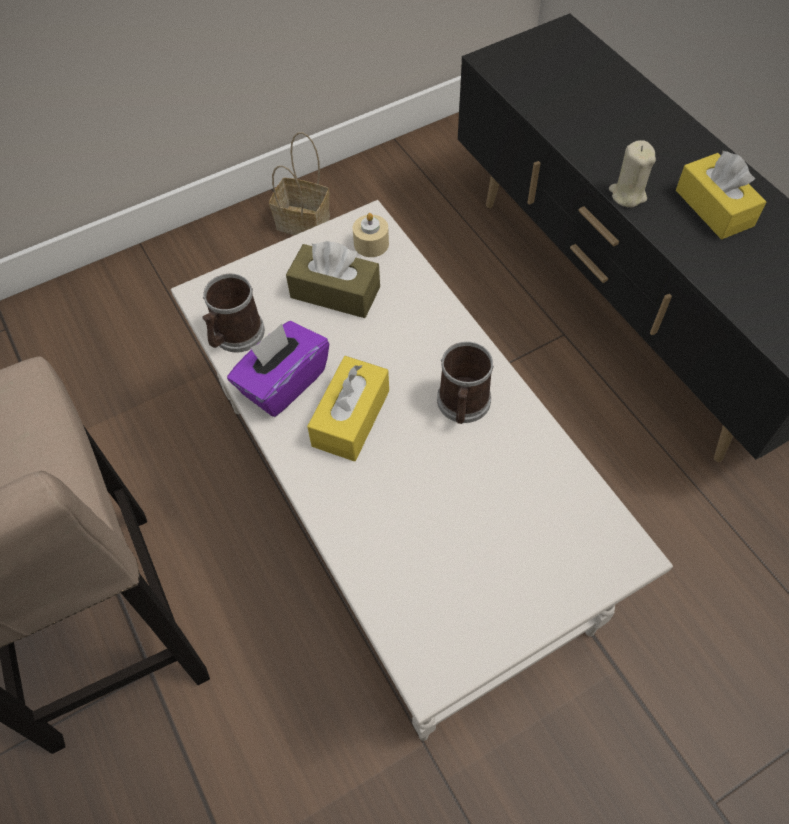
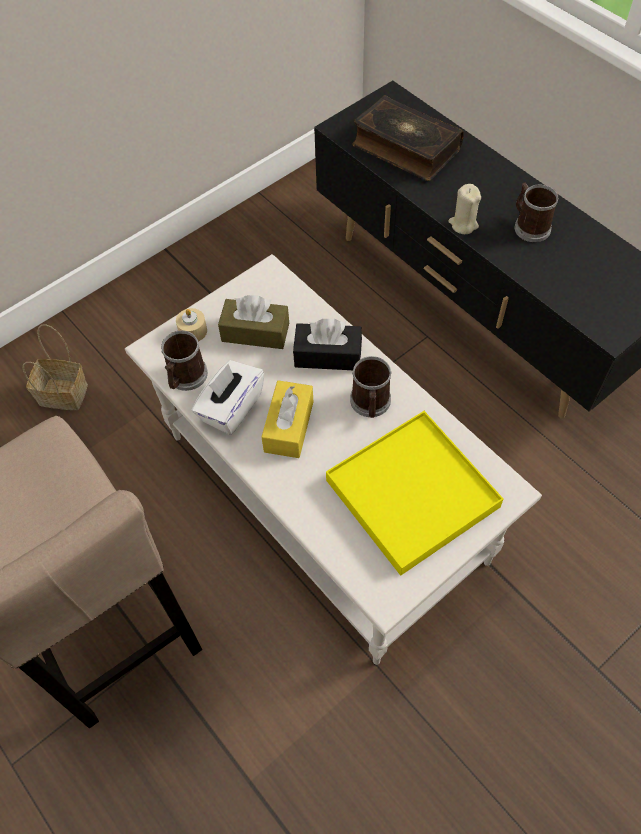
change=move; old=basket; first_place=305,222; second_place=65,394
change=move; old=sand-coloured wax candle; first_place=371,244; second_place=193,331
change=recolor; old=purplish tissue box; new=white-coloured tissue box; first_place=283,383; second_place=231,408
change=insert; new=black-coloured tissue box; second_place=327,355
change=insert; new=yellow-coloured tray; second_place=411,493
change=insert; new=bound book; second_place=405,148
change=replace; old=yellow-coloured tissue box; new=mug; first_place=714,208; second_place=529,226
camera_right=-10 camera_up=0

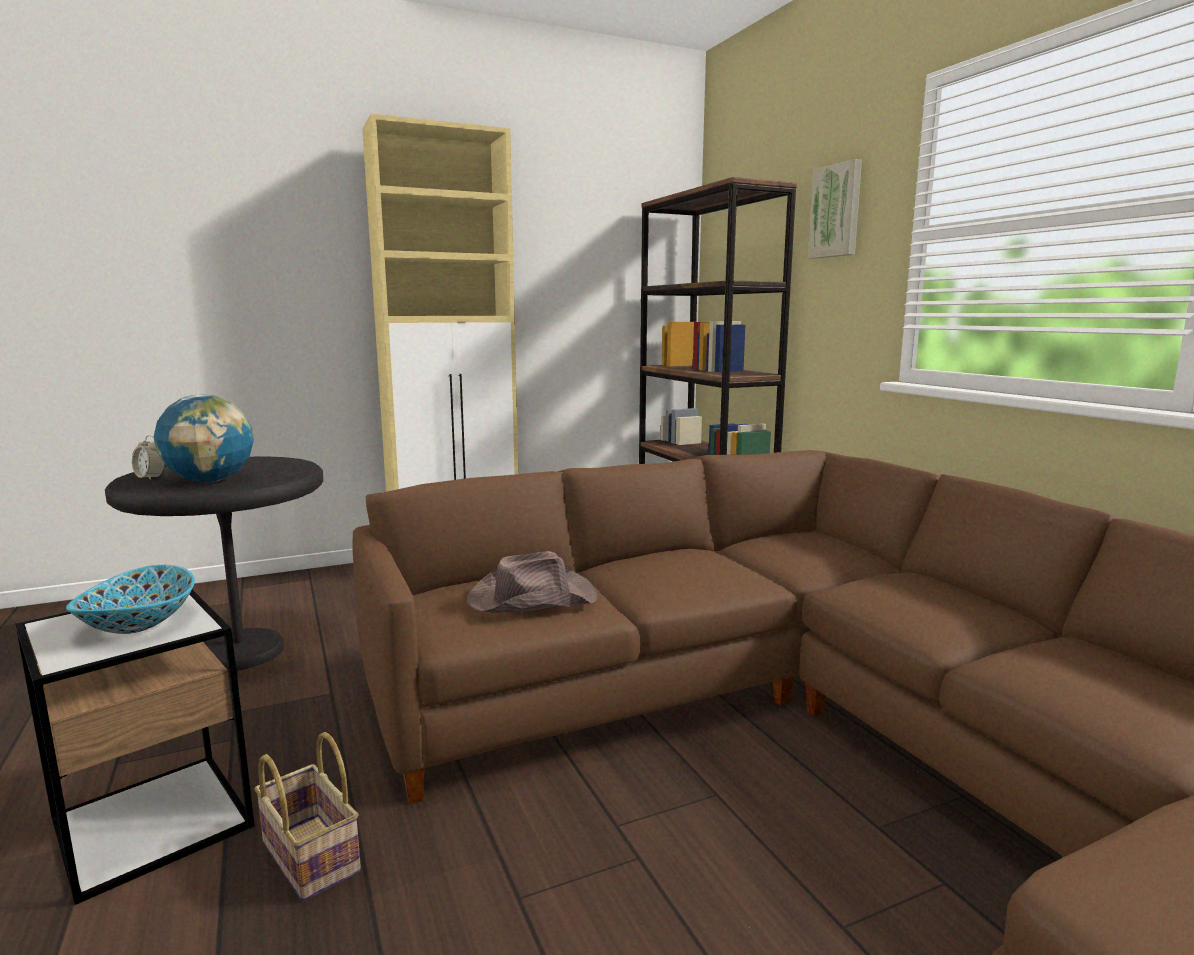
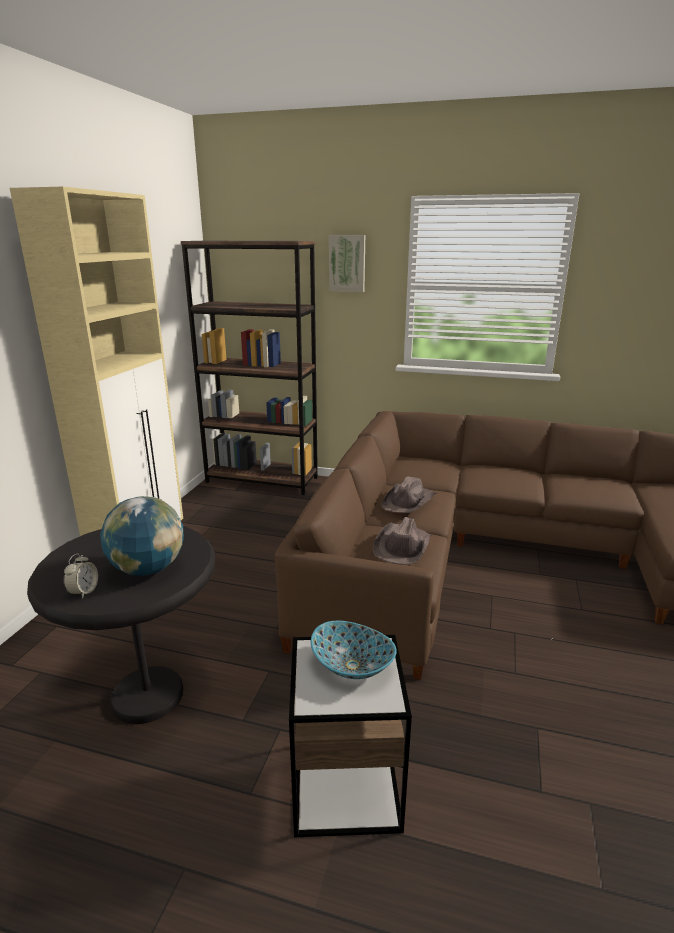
change=rotate; old=alarm clock; first_place=150,477; second_place=83,591; degrees=-60
change=insert; new=brownish wearable hat; second_place=409,501
change=delete; old=basket; first_place=307,856
camera_right=-50 camera_up=10

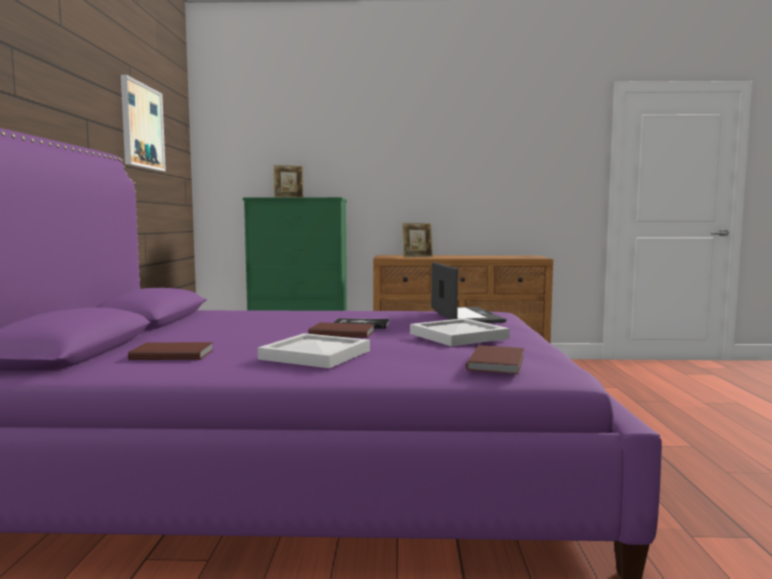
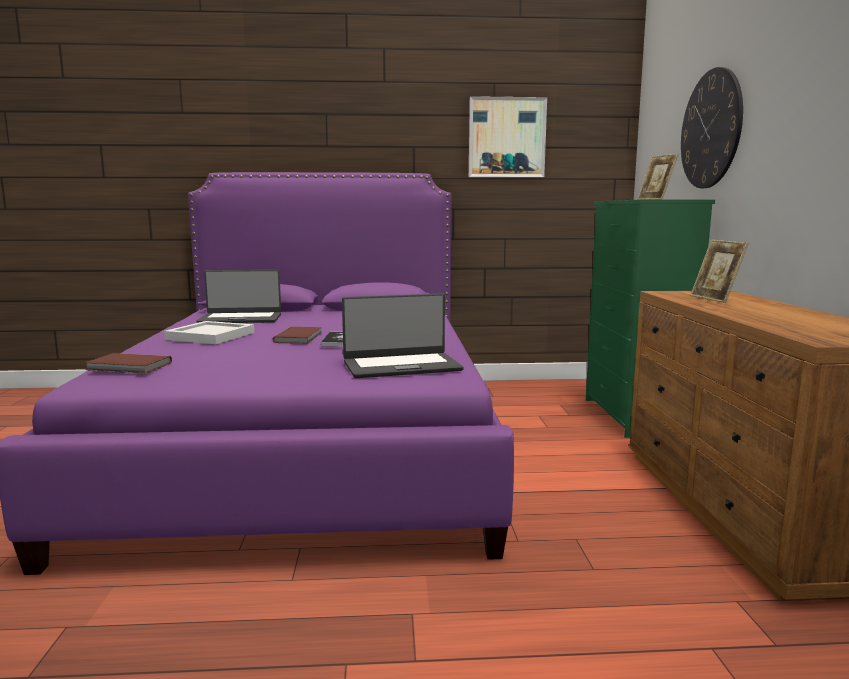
change=replace; old=brownish bound book; new=portable computer; first_place=172,354; second_place=241,318
change=insert; new=hanging clock; second_place=711,129
change=delete; old=white-coloured tray; first_place=458,336
camera_right=85 camera_up=5

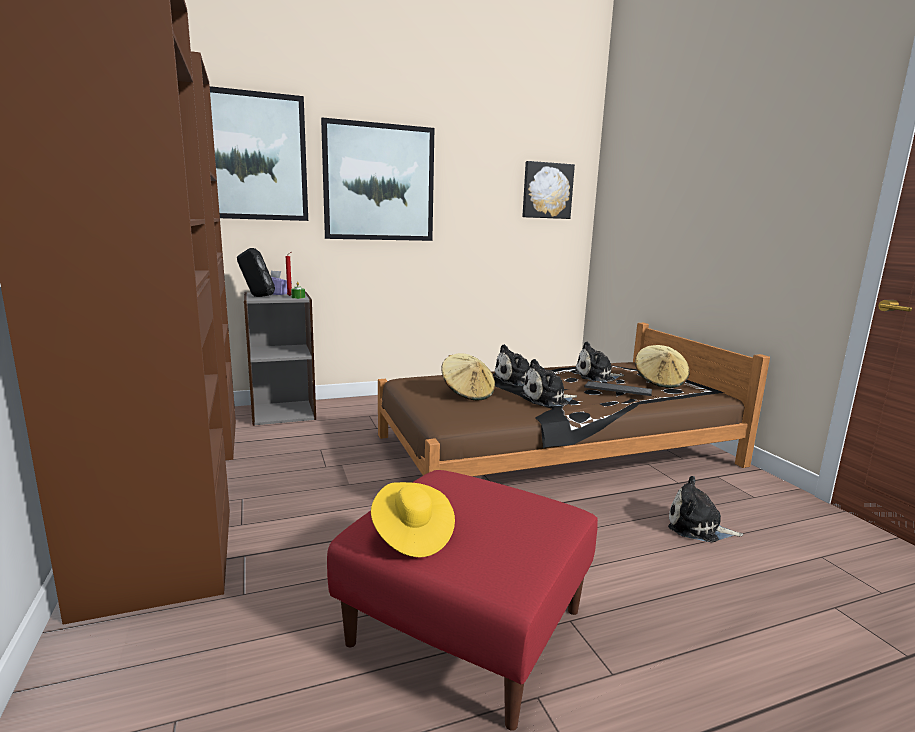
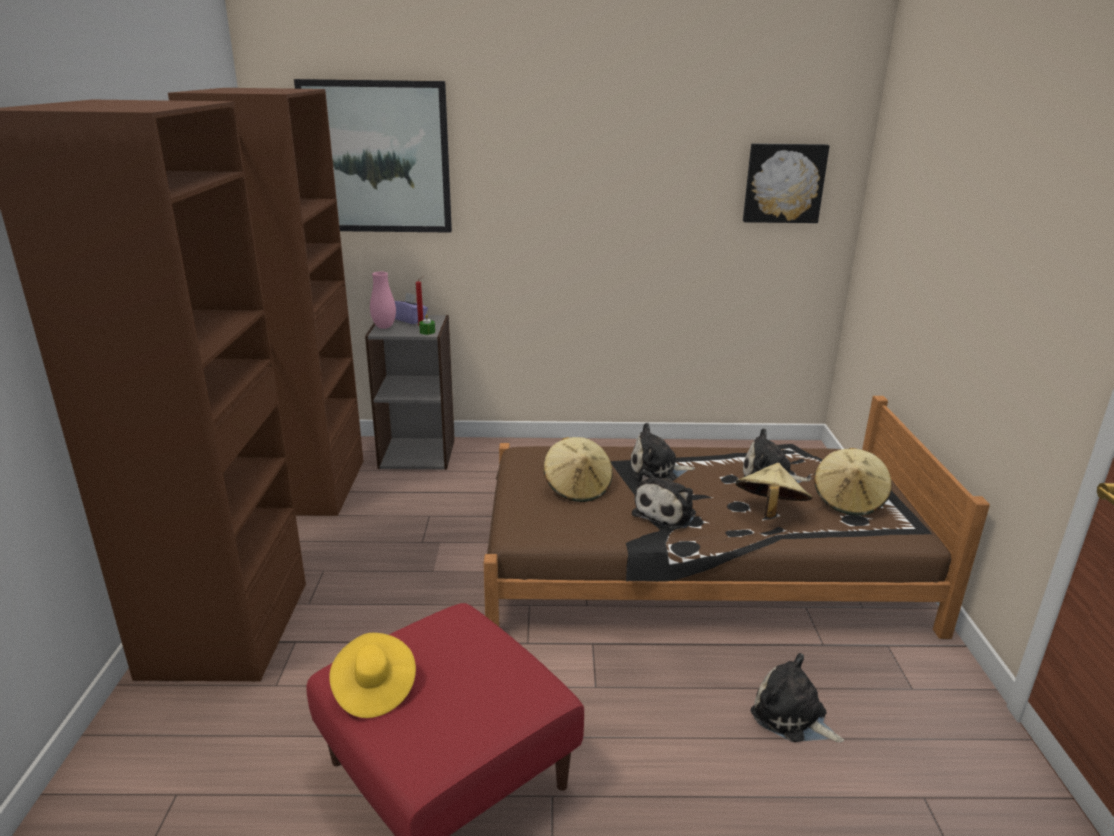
change=replace; old=black-coloured speaker; new=pinkish flower vase; first_place=256,296; second_place=384,327
change=rotate; old=soft toy; first_place=547,399; second_place=666,513; degrees=-60
change=replace; old=computer keyboard; new=sand-coloured wearable hat; first_place=617,390; second_place=769,511
change=delete; old=picture; first_place=379,183
camera_right=20 camera_up=10

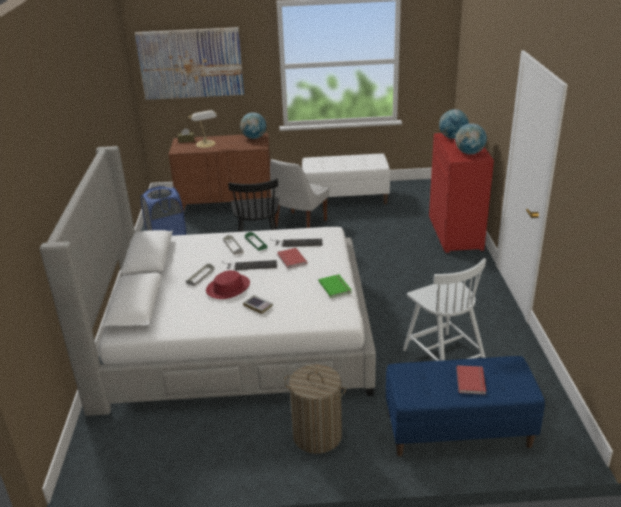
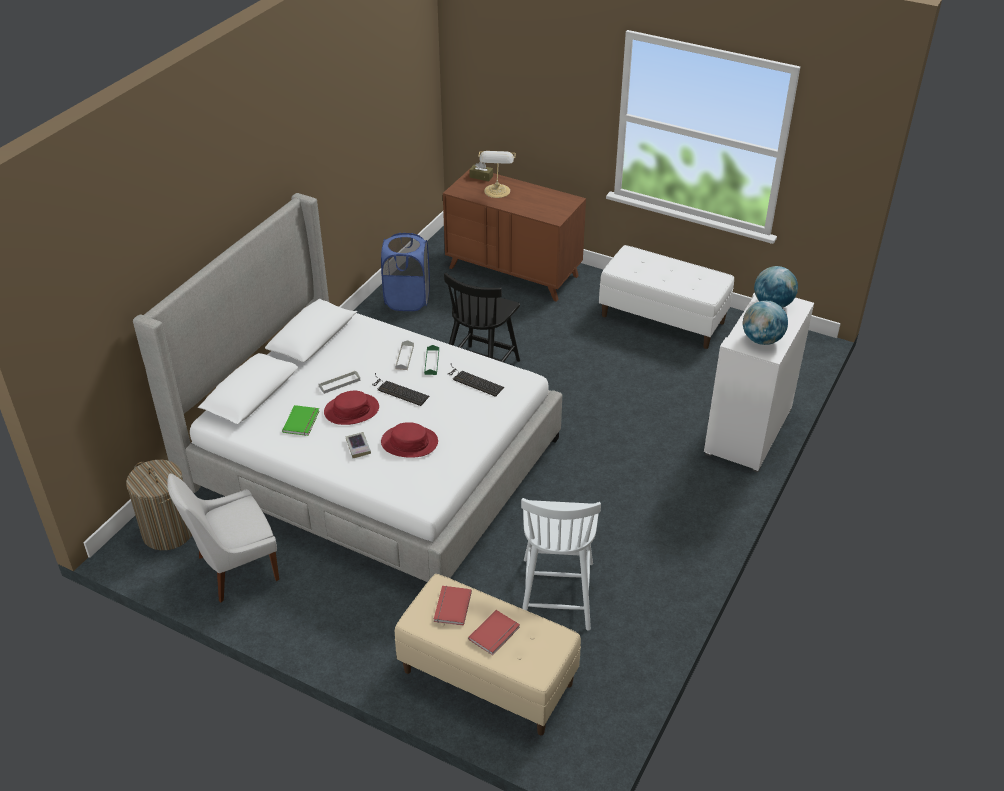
change=move; old=washing basket; first_place=317,436; second_place=168,531
change=move; old=white-coloured chair; first_place=299,224; second_place=234,569
change=move; old=green bound book; first_place=336,287; second_place=302,422
change=insert; new=reddish wearable hat; second_place=409,442
change=recolor; old=blue indoor bench; new=sand-coloured indoor bench; first_place=457,431; second_place=486,678
change=move; old=reddish bound book; first_place=291,259; second_place=451,606
change=recolor; old=reddish cupboard; new=white-coloured cupboard; first_place=456,233; second_place=749,431
change=delete; old=picture; first_place=191,63
change=delete; old=world globe; first_place=254,138
camera_right=30 camera_up=10

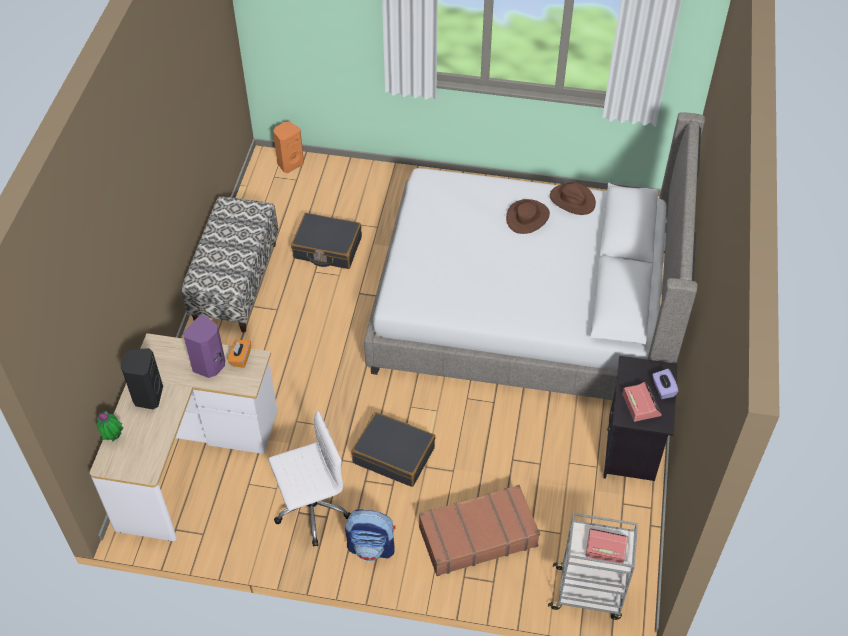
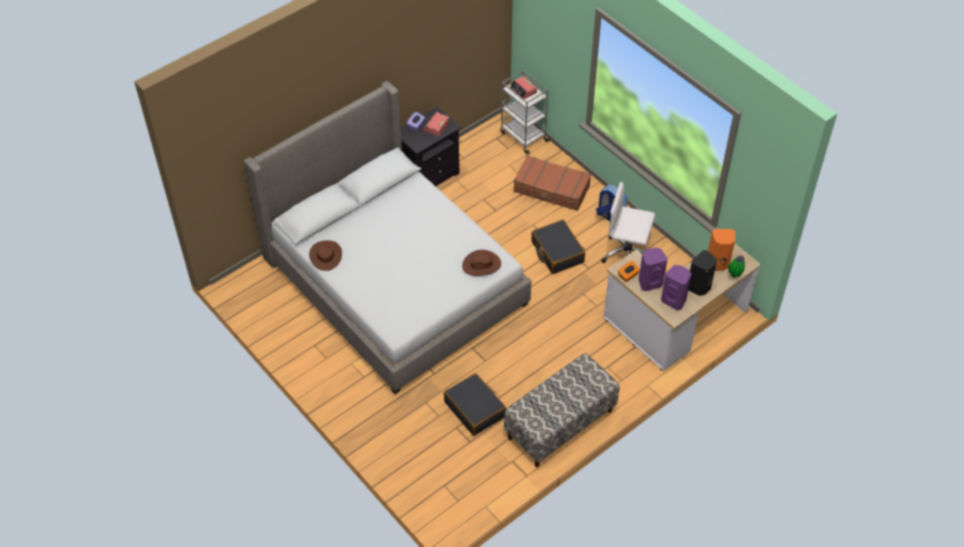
change=move; old=brownish wearable hat; first_place=527,217; second_place=481,264
change=insert; new=purplish speaker; second_place=674,300
change=move; old=orangey speaker; first_place=290,163; second_place=718,263
camera_right=-140 camera_up=0

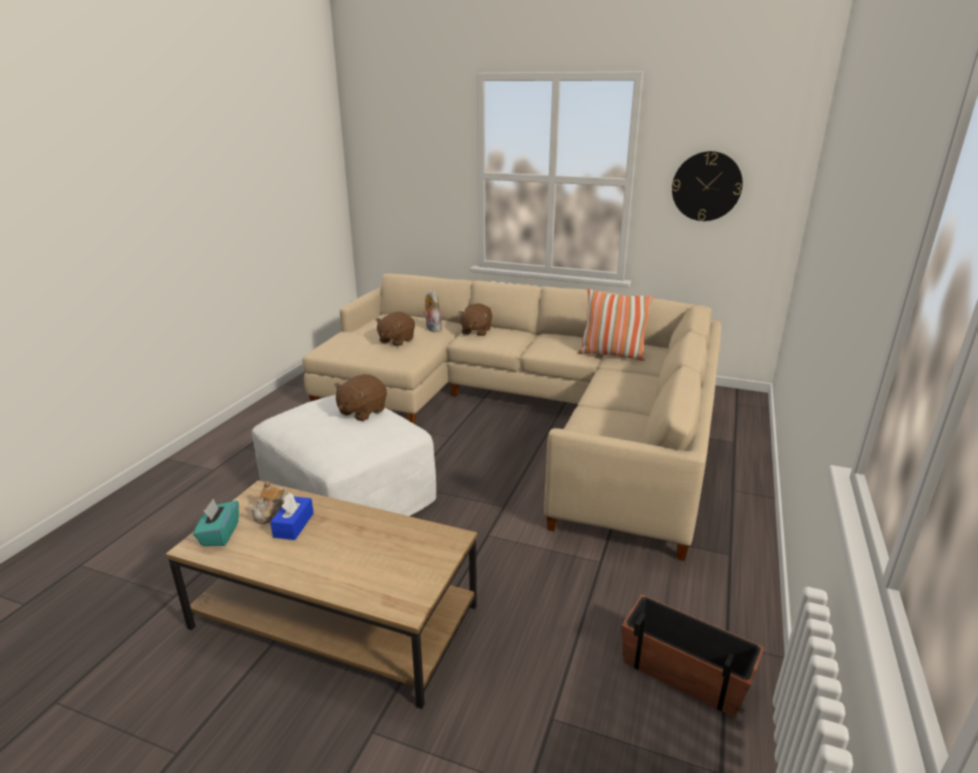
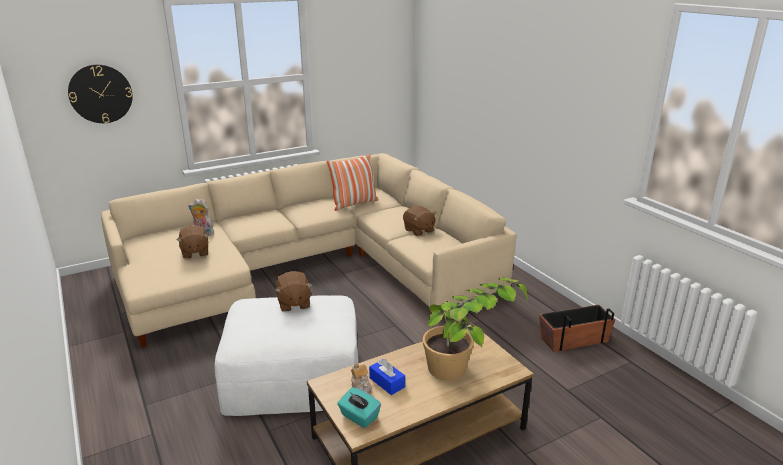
change=move; old=hanging clock; first_place=706,186; second_place=100,94
change=move; old=brownish soft toy; first_place=476,331; second_place=418,230
change=insert; new=houseplant; second_place=467,367
camera_right=-50 camera_up=0

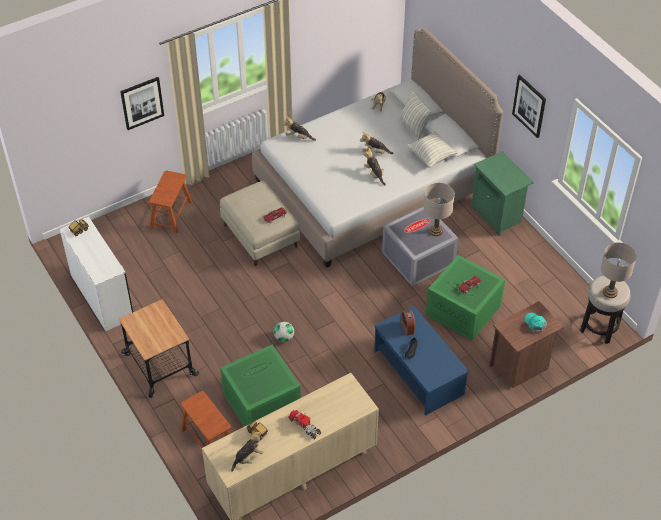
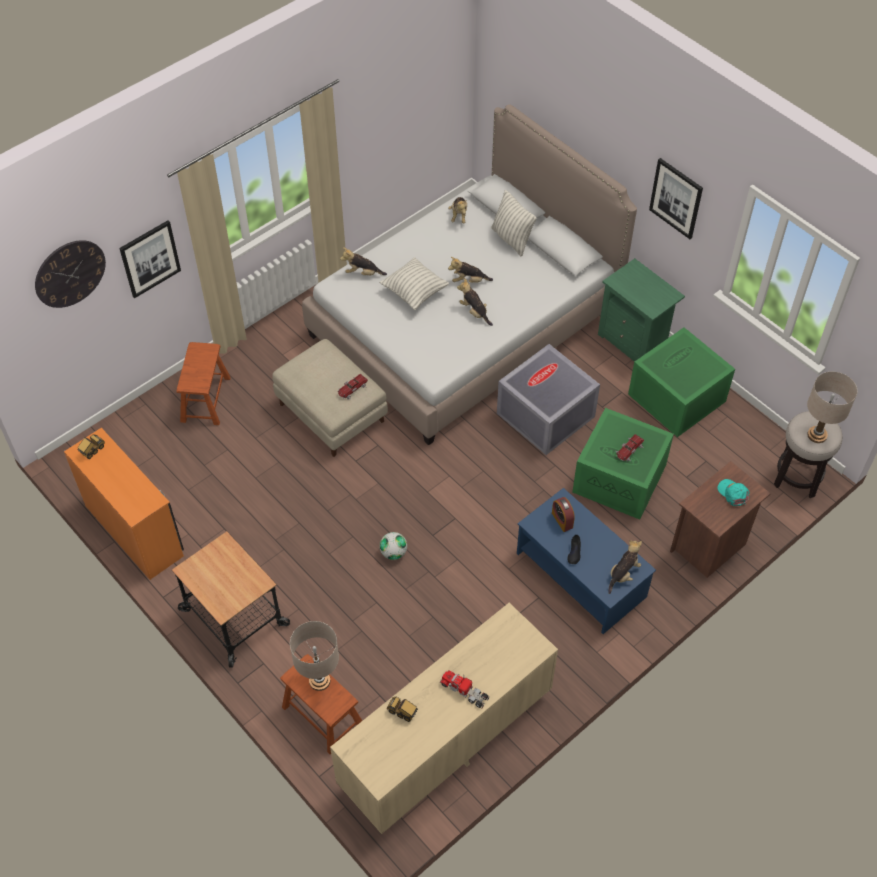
change=insert; new=hanging clock; second_place=70,273
change=recolor; old=white-coloured desk table; new=orangey desk table; first_place=103,296; second_place=135,529
change=move; old=sand-coloured lamp for a table; first_place=436,231; second_place=320,681
change=move; old=throw pillow; first_place=431,156; second_place=414,292
change=move; old=soft toy; first_place=248,458; second_place=623,574
change=move; old=green storage container; first_place=261,403; second_place=676,399
camera_right=-10 camera_up=5

